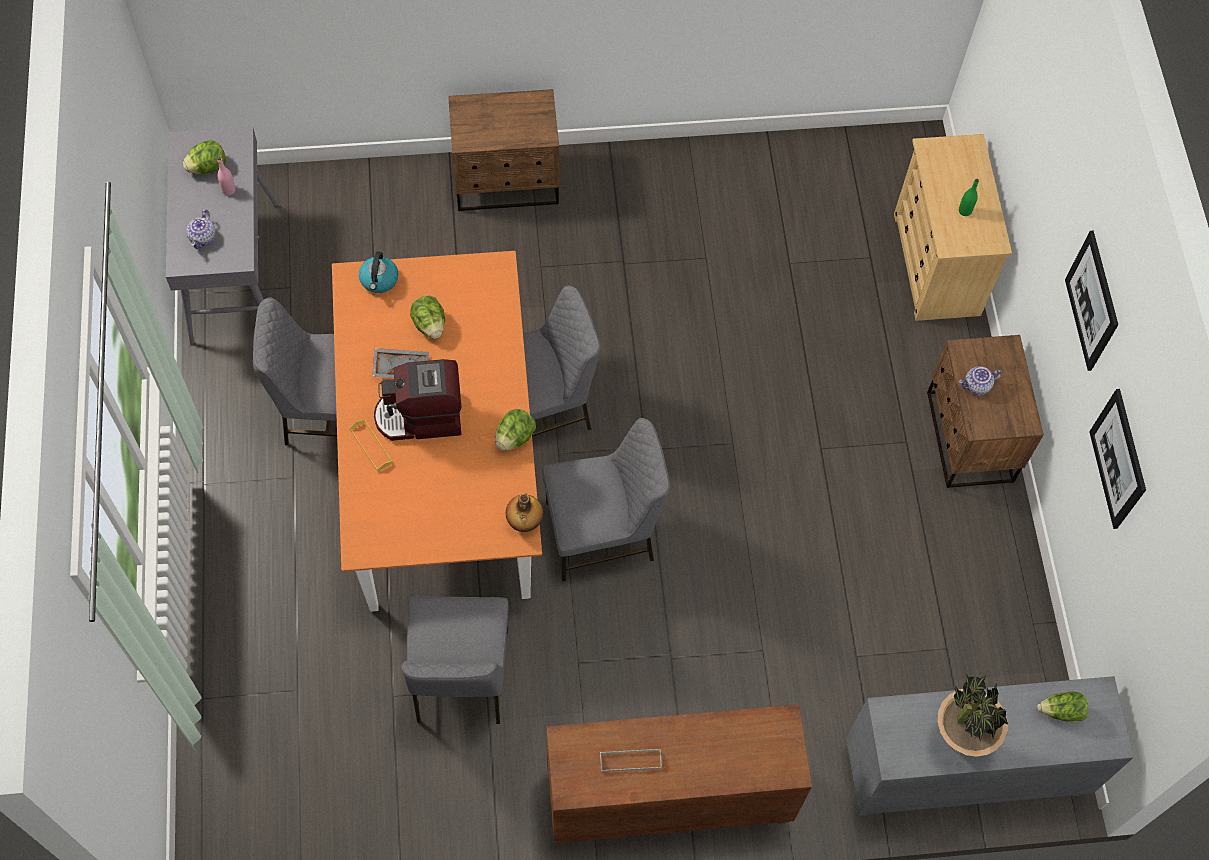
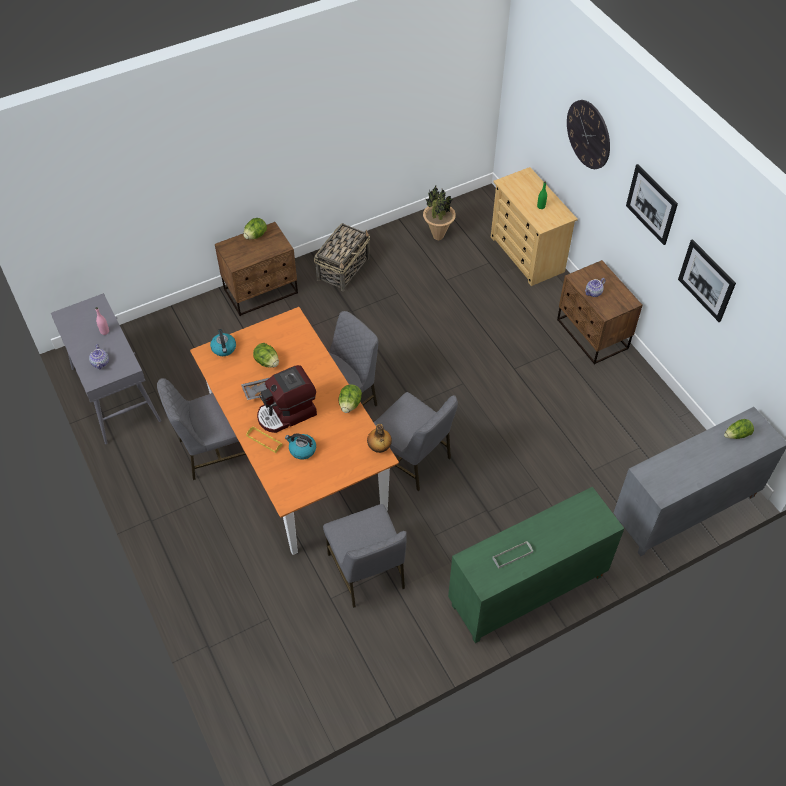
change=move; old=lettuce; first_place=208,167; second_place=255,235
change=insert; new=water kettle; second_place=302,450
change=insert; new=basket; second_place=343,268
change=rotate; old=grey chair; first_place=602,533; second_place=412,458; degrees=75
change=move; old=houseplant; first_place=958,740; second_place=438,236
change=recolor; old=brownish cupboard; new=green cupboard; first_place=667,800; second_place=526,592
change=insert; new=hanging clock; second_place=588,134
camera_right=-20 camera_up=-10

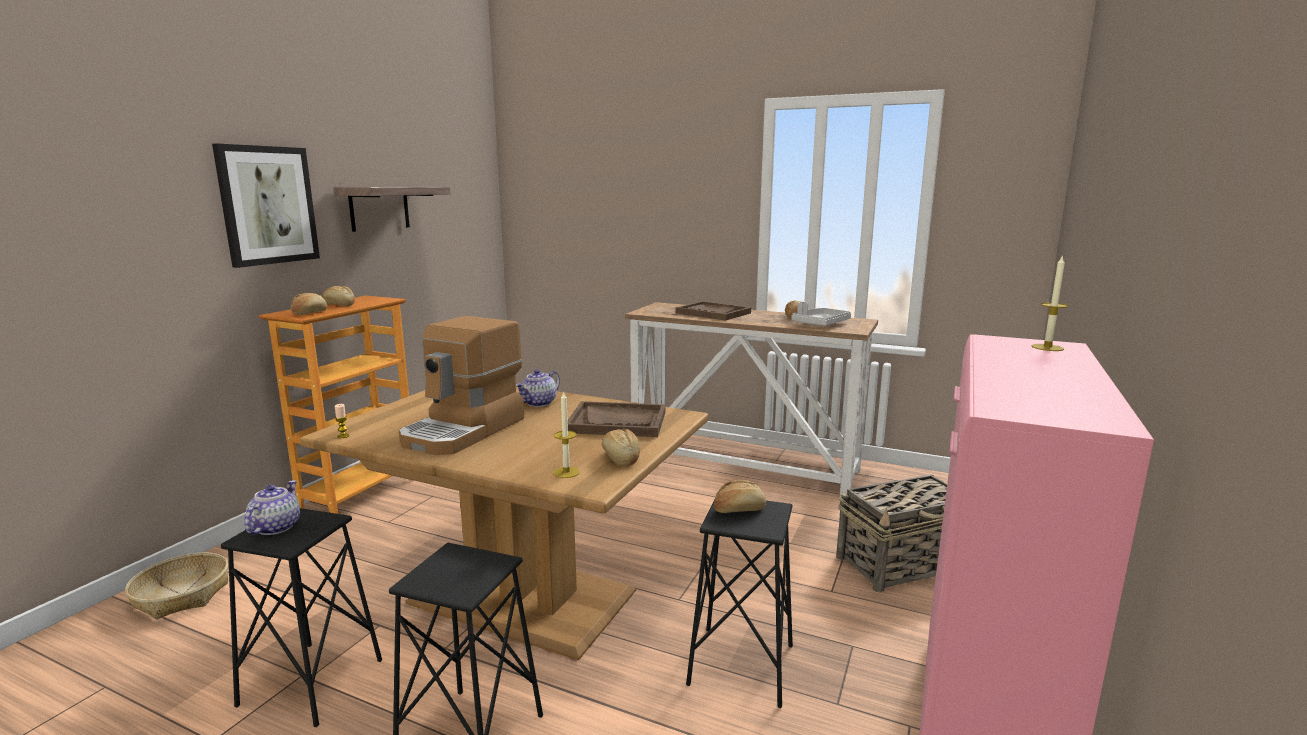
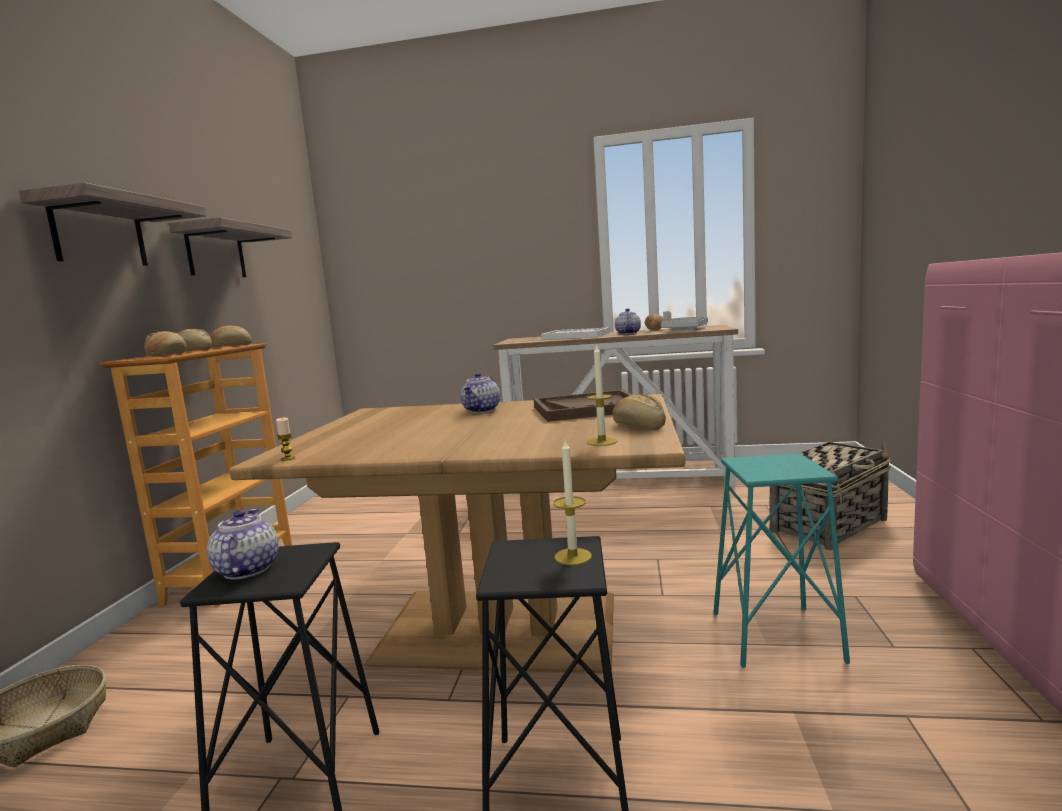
change=replace; old=picture; new=wall shelf; first_place=267,205; second_place=99,233
change=move; old=baked bread; first_place=739,509; second_place=231,346
change=recolor; old=brownish tray; new=white-coloured tray; first_place=713,313; second_place=576,336
change=move; old=wax candle; first_place=1047,347; second_place=573,556
change=insert; new=pot for tea; second_place=627,333
change=recolor; old=black-coloured stool; new=turquoise-coloured stool; first_place=741,665; second_place=776,636
change=delete; old=coffee machine; first_place=464,431
camera_right=-15 camera_up=-5

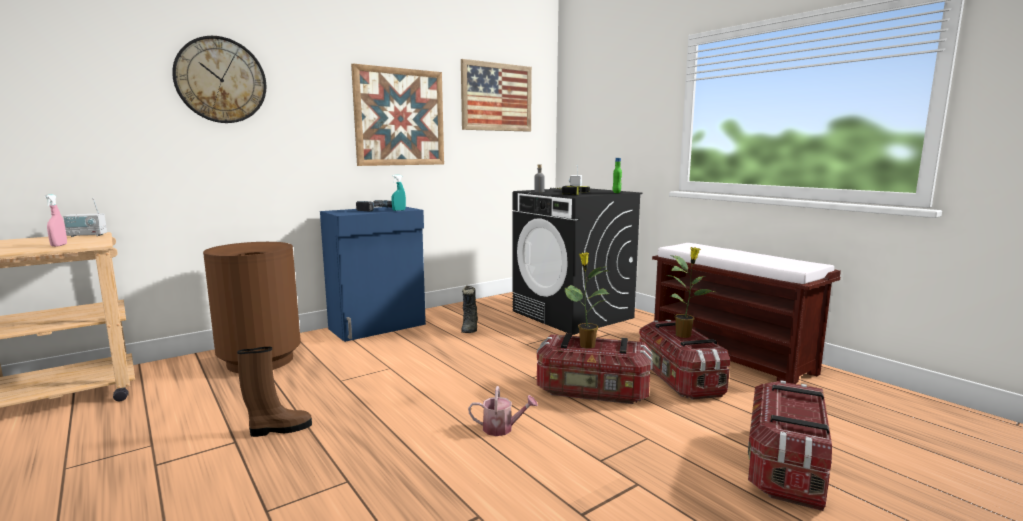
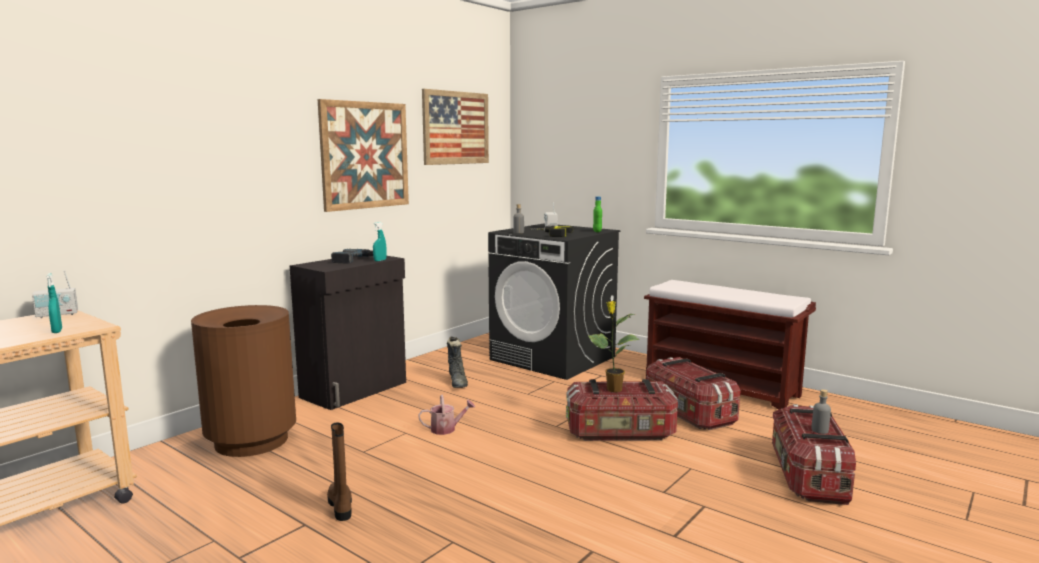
change=recolor; old=pinkish spray bottle; new=turquoise-coloured spray bottle; first_place=59,245; second_place=57,331
change=recolor; old=blue cupboard; new=black-coloured cupboard; first_place=378,327; second_place=355,390
change=rotate; old=brownish high-top boot; first_place=279,429; second_place=341,506; degrees=-75
change=move; old=watering pot; first_place=502,428; second_place=447,429
change=insert; new=grey beverage bottle; second_place=820,430
change=delete; old=hanging clock; first_place=221,80
change=delete; old=houseplant; first_place=684,335
camera_right=-15 camera_up=0

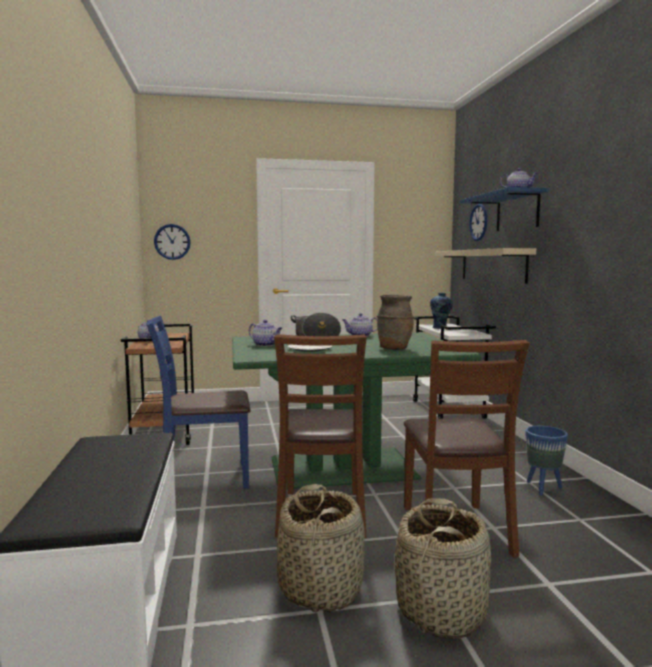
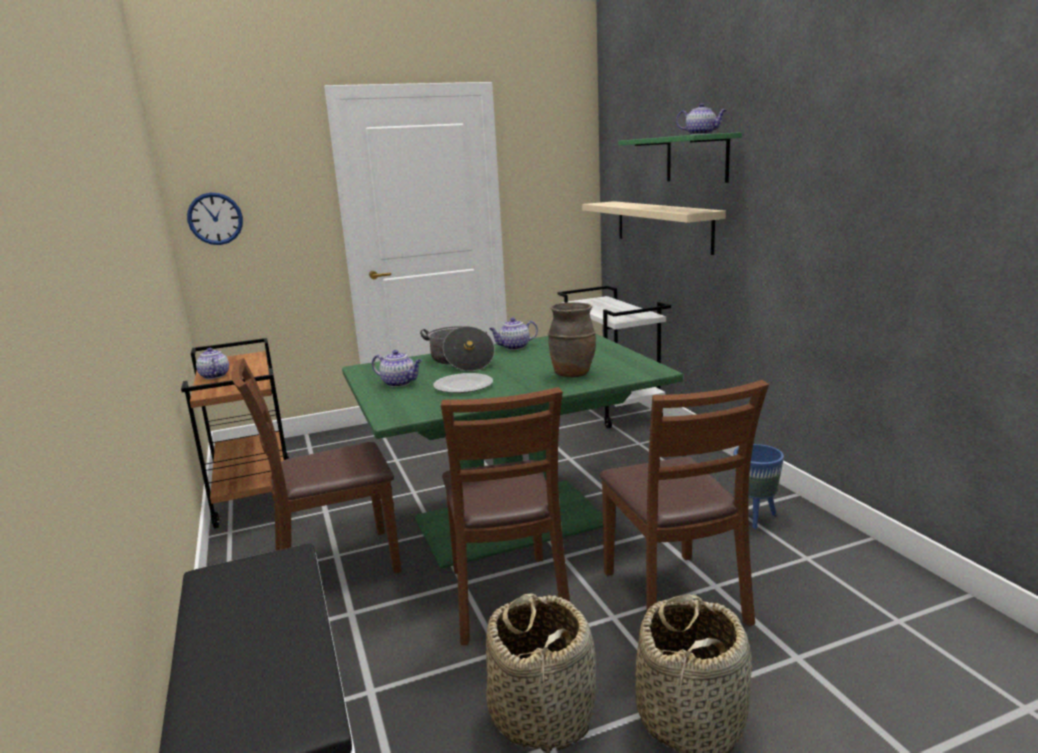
change=recolor; old=blue chair; new=brownish chair; first_place=203,478; second_place=334,564
change=recolor; old=blue wall shelf; new=green wall shelf; first_place=517,212; second_place=697,159
change=delete; old=flower vase; first_place=440,328
change=delete; old=hanging clock; first_place=478,222
camera_right=-10 camera_up=10

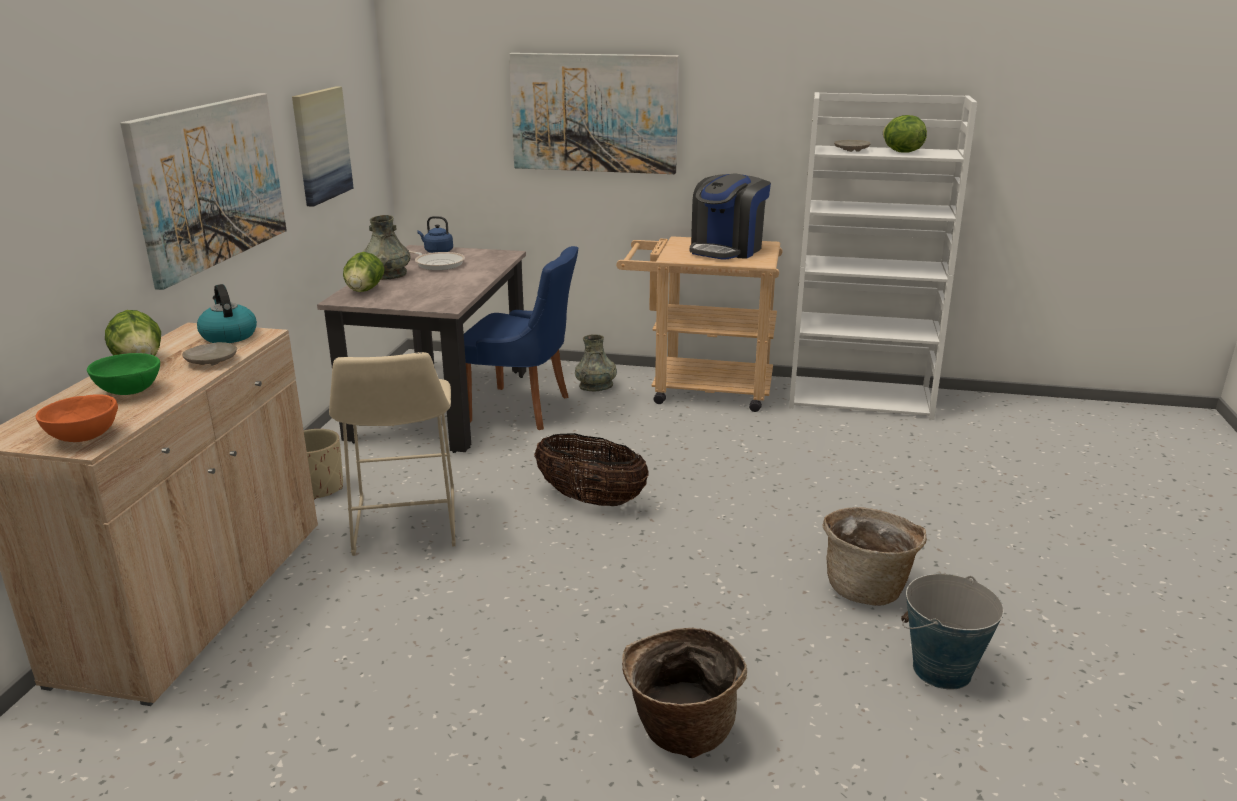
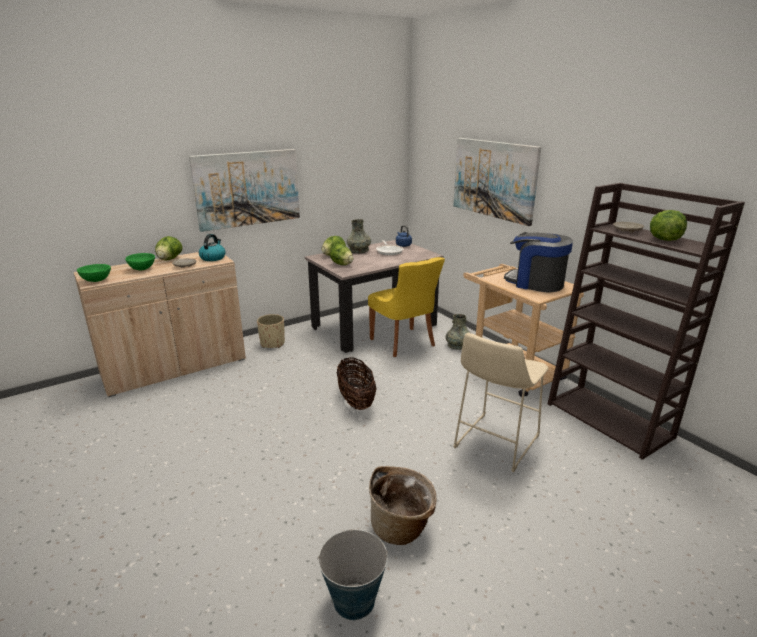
change=recolor; old=orangey bowl; new=green bowl; first_place=83,437; second_place=96,280
change=insert; new=lettuce; second_place=342,264
change=recolor; old=blue chair; new=yellow-coloured chair; first_place=523,409; second_place=404,343
change=move; old=sand-coloured stool; first_place=404,526; second_place=494,443
change=rotate; old=coffee machine; first_place=726,249; second_place=535,283; degrees=45
change=recolor; old=white-coloured bookshelf; new=brownish bookshelf; first_place=860,398; second_place=610,420
change=delete; old=picture; first_place=321,145
change=delete; old=basket; first_place=680,730
camera_right=45 camera_up=0

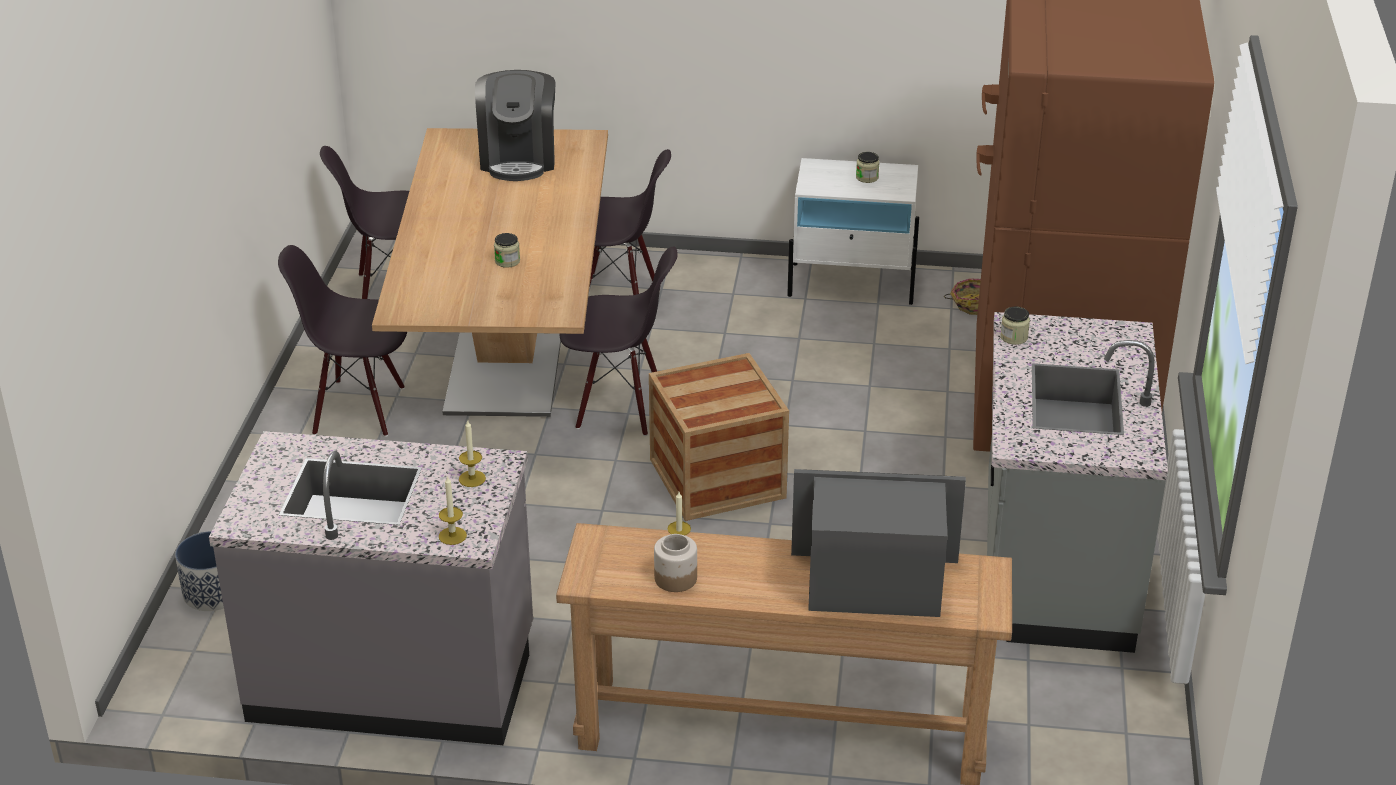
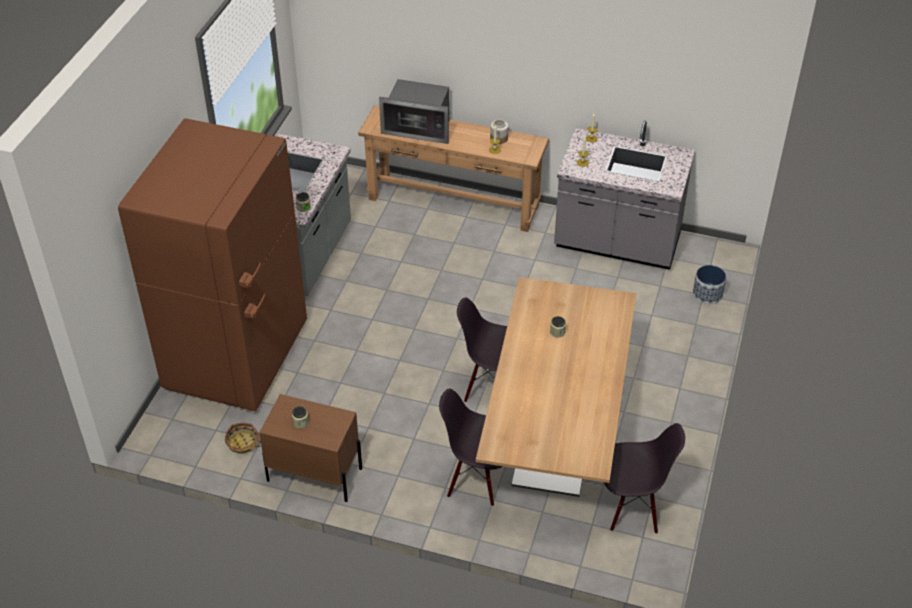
change=recolor; old=white-coloured nightstand; new=brownish nightstand; first_place=852,283; second_place=314,474
change=delete; old=black-coloured chair; first_place=359,409
change=delete; old=coffee machine; first_place=518,159
change=delete; old=packing crate; first_place=717,478
camera_right=-170 camera_up=10

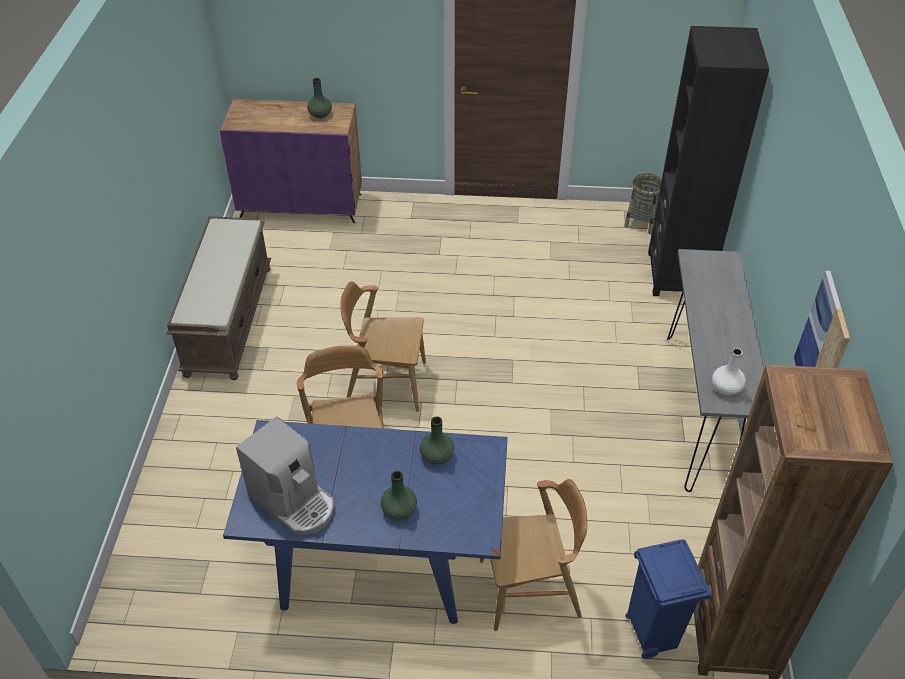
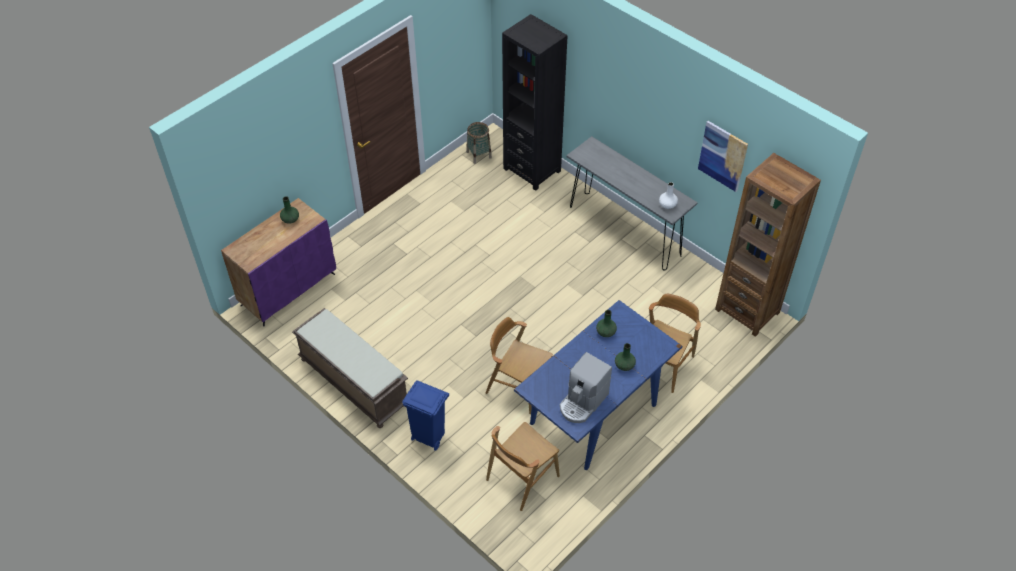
change=move; old=blue waste bin; first_place=651,633; second_place=428,437
change=move; old=brownish chair; first_place=385,383; second_place=522,478
change=rotate; old=coffee machine; first_place=294,502; second_place=583,402; degrees=135
camera_right=-50 camera_up=5

